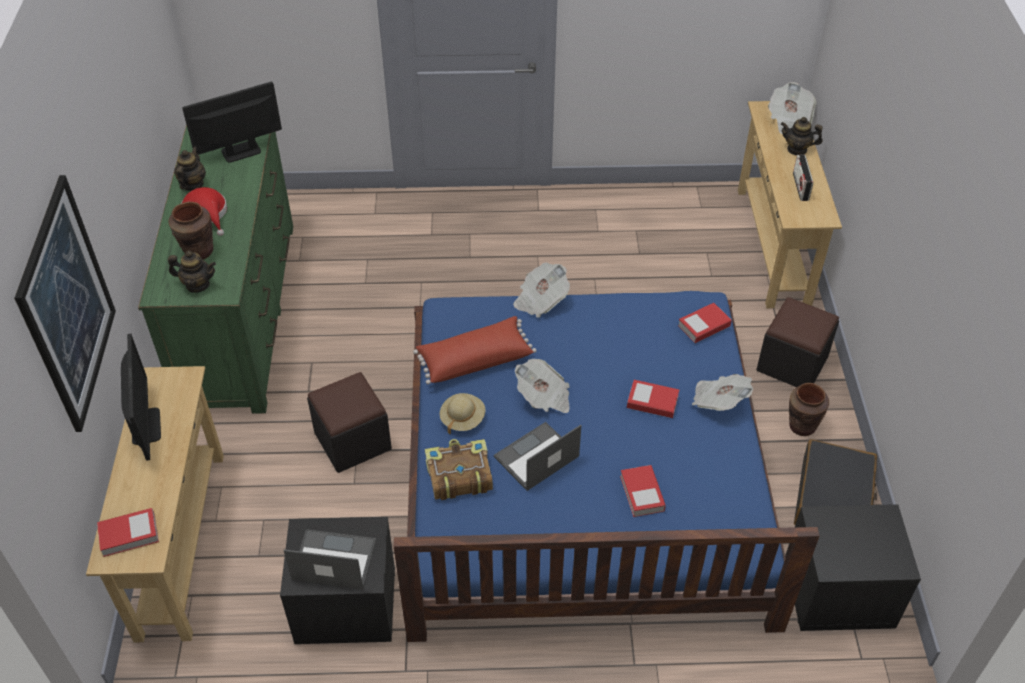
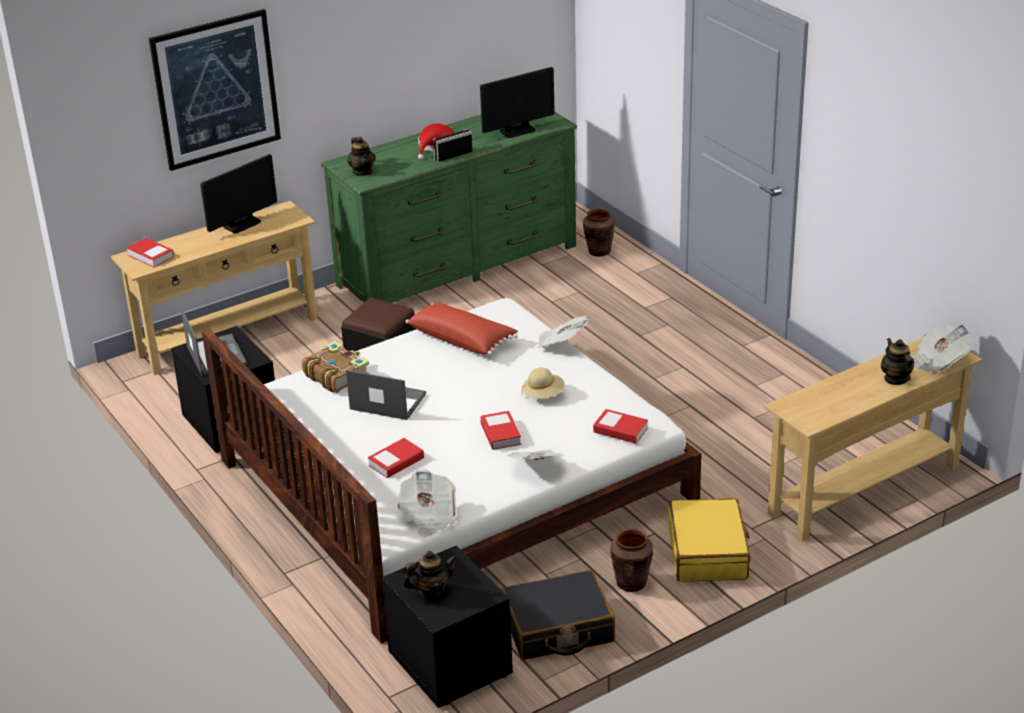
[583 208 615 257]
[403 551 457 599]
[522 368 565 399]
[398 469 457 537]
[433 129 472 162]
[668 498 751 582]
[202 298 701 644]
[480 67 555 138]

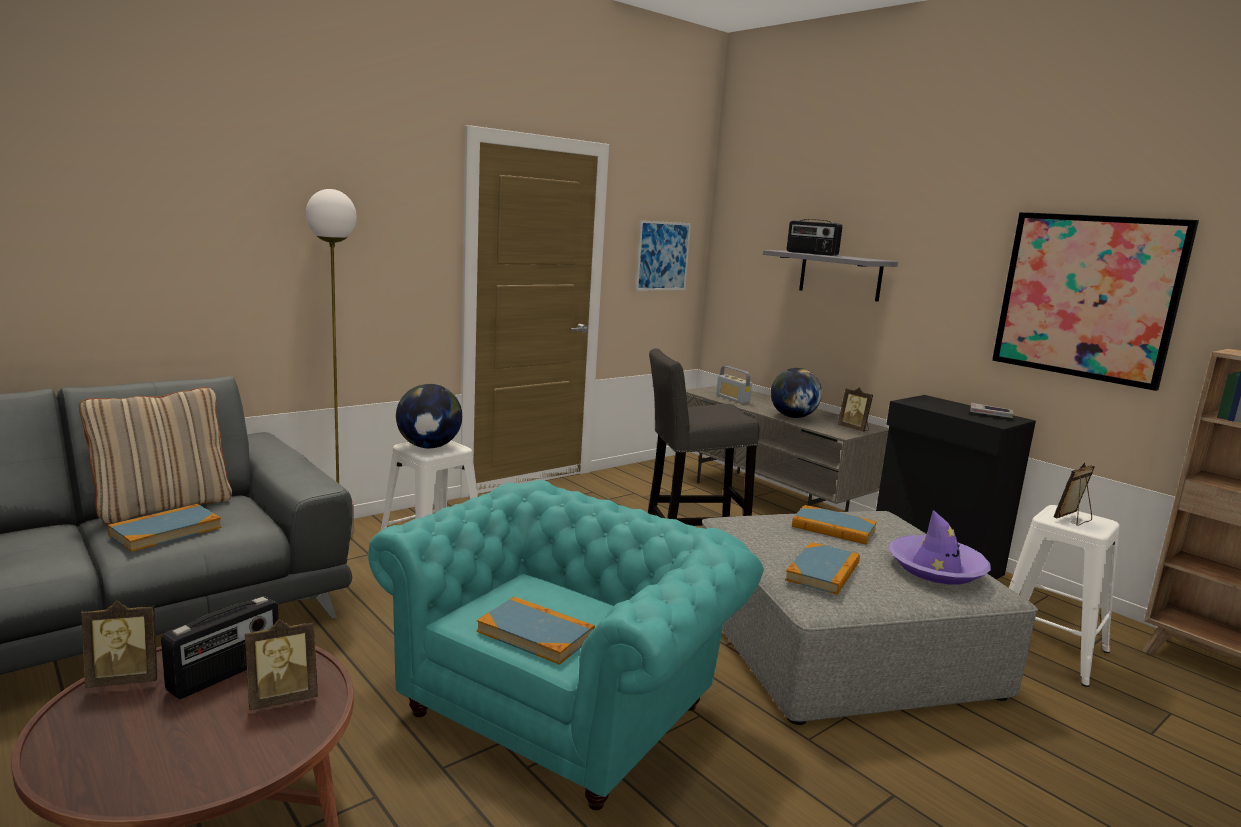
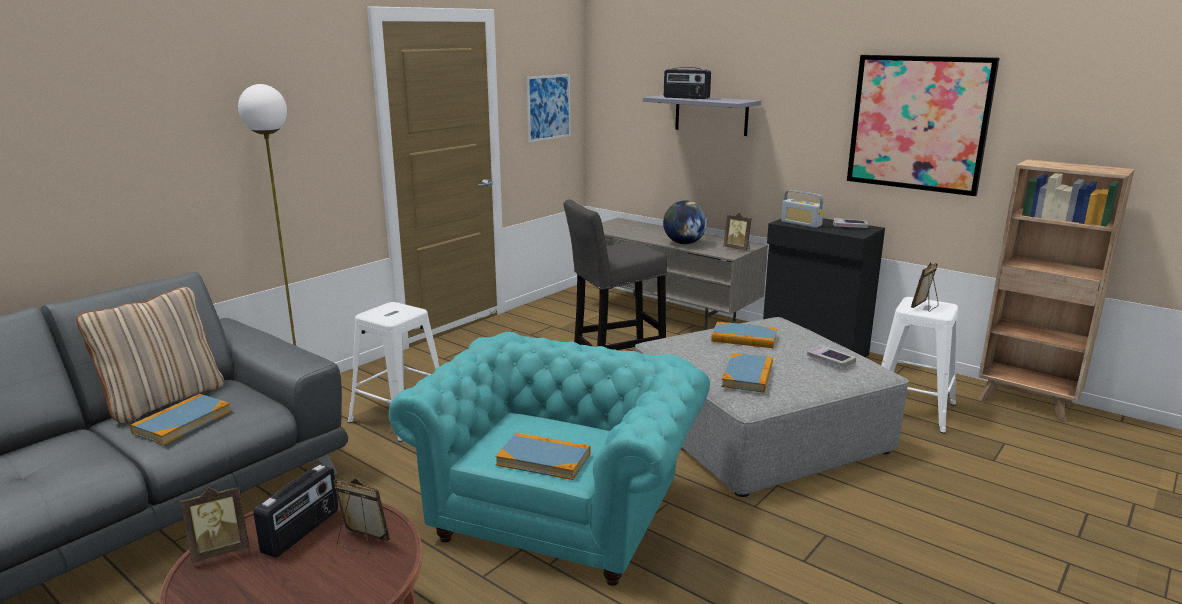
[396 384 462 448] (first image)
[781 190 824 228]
[807 345 856 368]
[333 478 390 554]

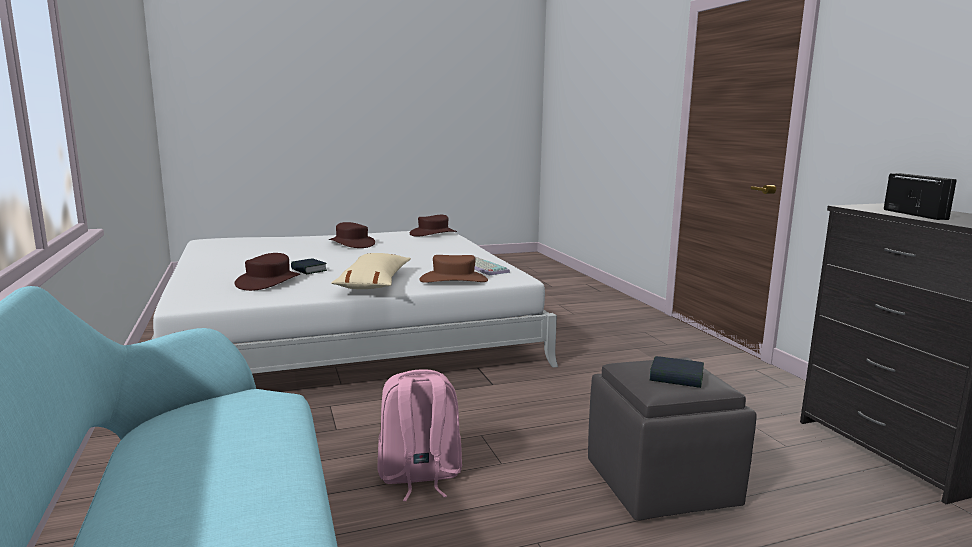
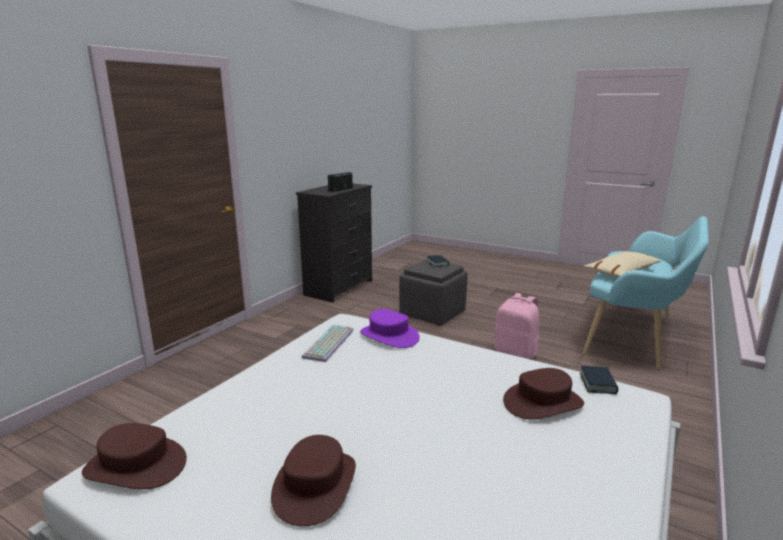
[580 366 618 394]
[584 251 661 278]
[360 309 420 348]

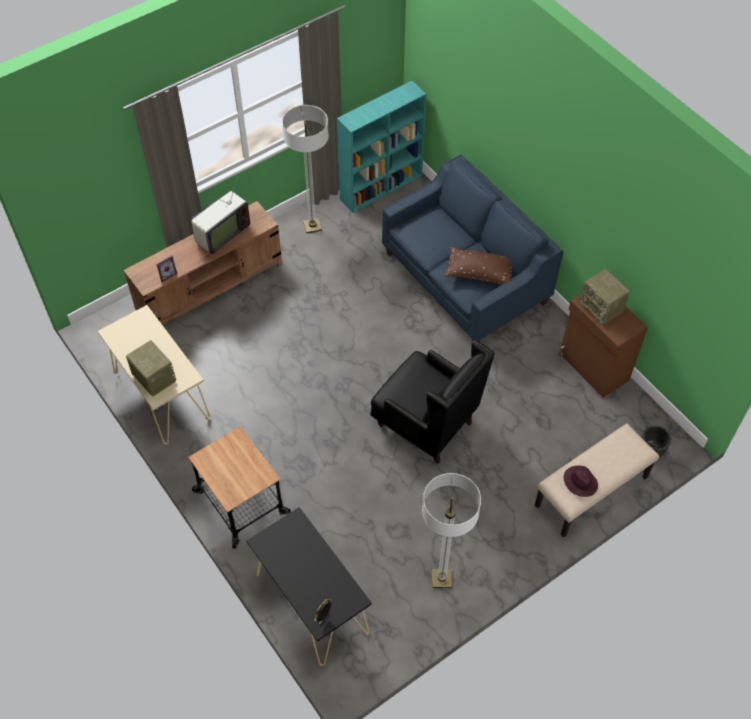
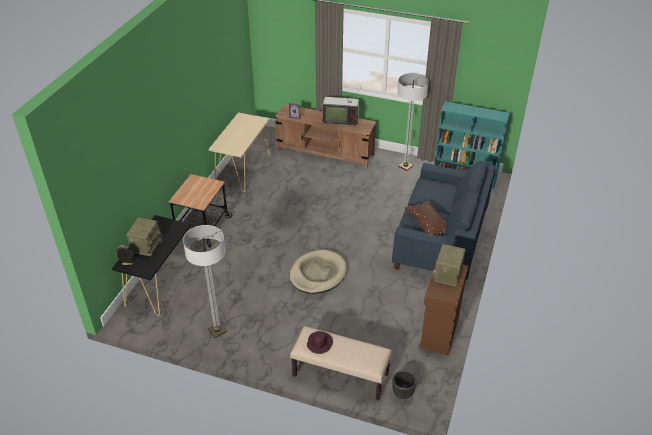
[127 218 163 256]
[290 250 347 294]

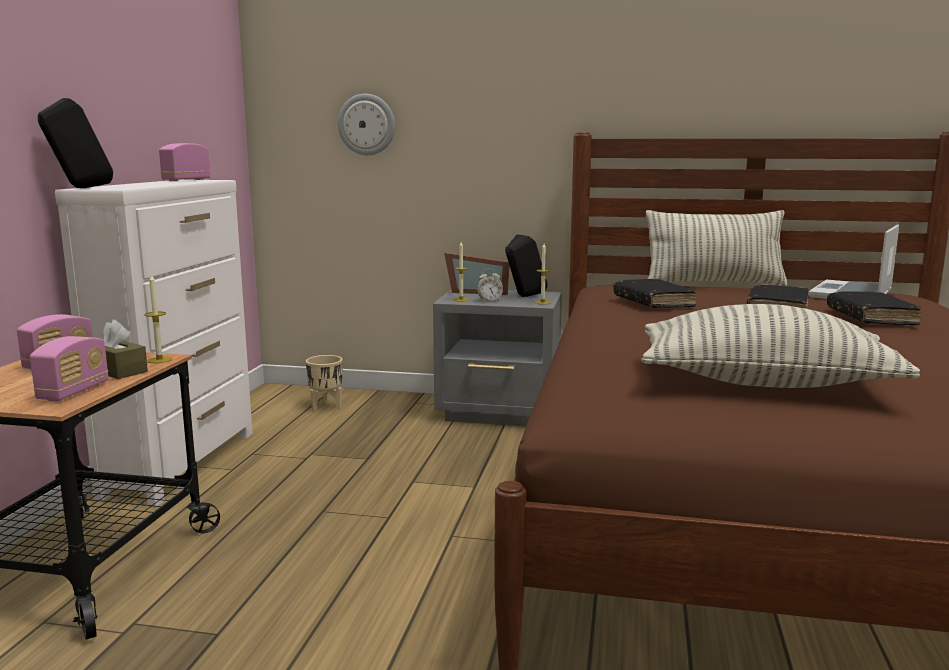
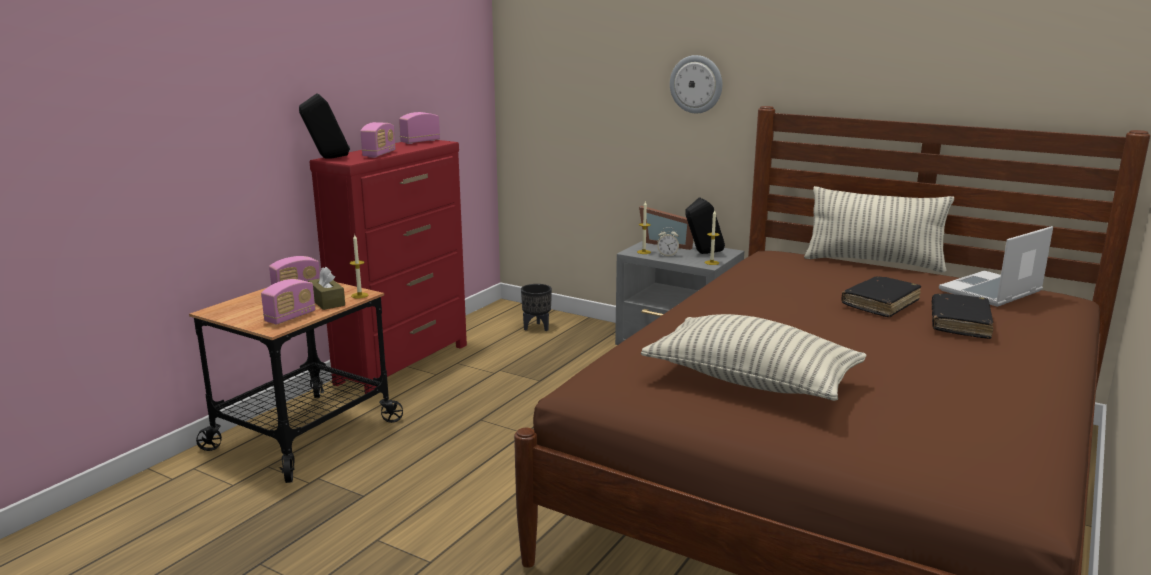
[613 278 696 308] (first image)
[360 122 395 158]
[670 55 722 113]
[310 140 467 394]
[521 284 552 331]

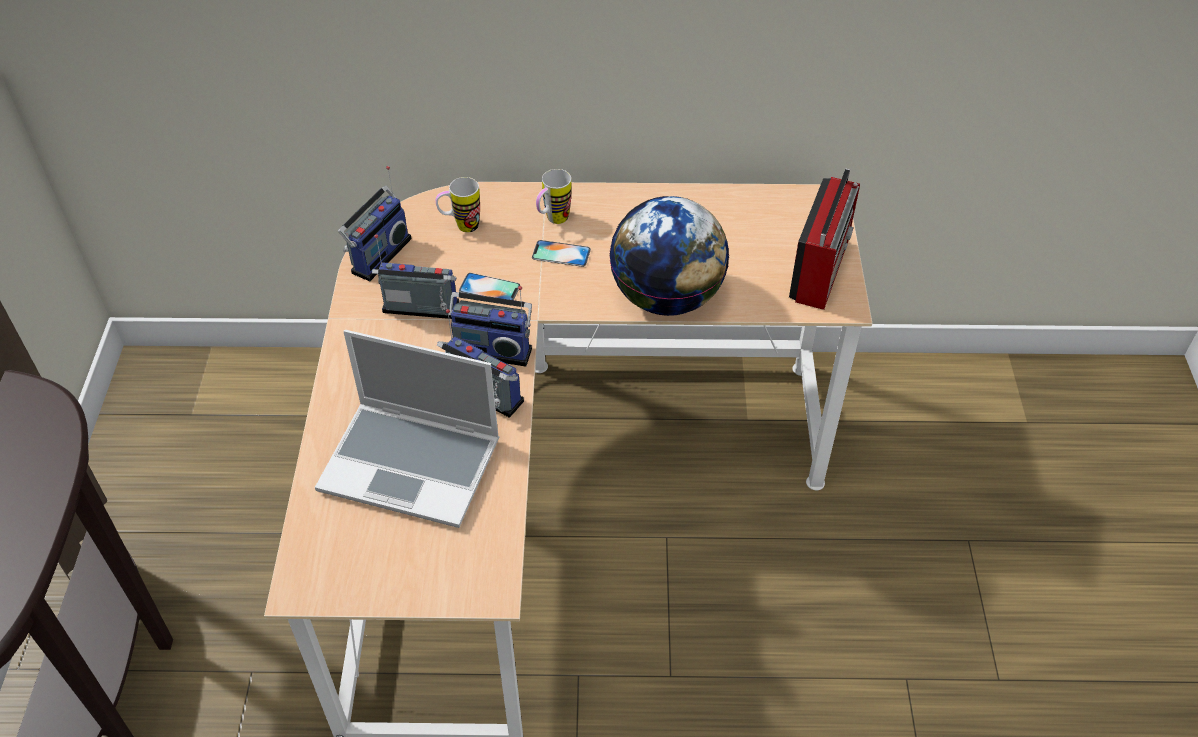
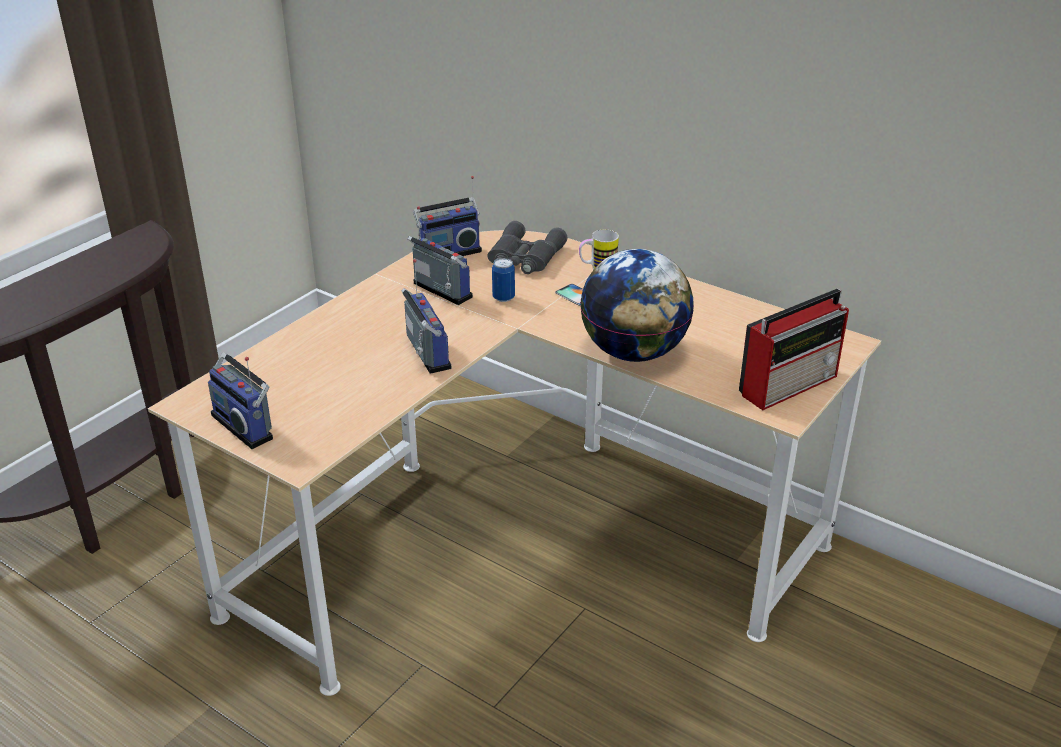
[315 330 499 528] (first image)
[208 352 273 449]
[488 221 567 274]
[492 258 515 302]

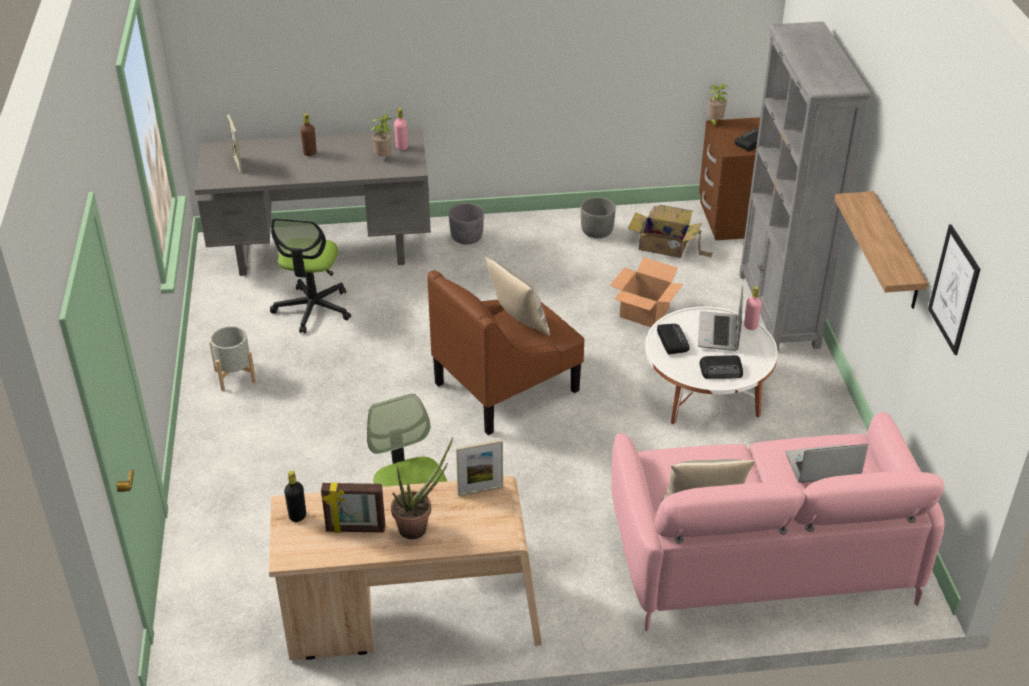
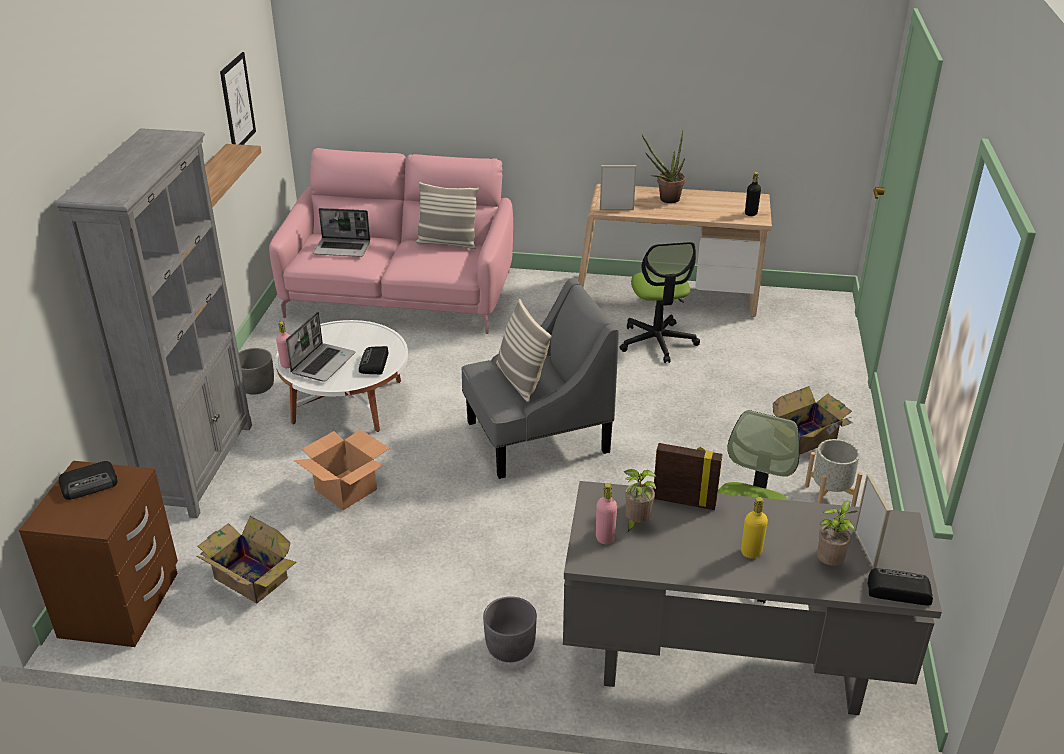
[773 386 853 455]
[653 443 723 510]
[238 348 274 395]
[867 568 933 605]
[817 501 857 566]
[741 497 768 558]
[461 278 619 479]

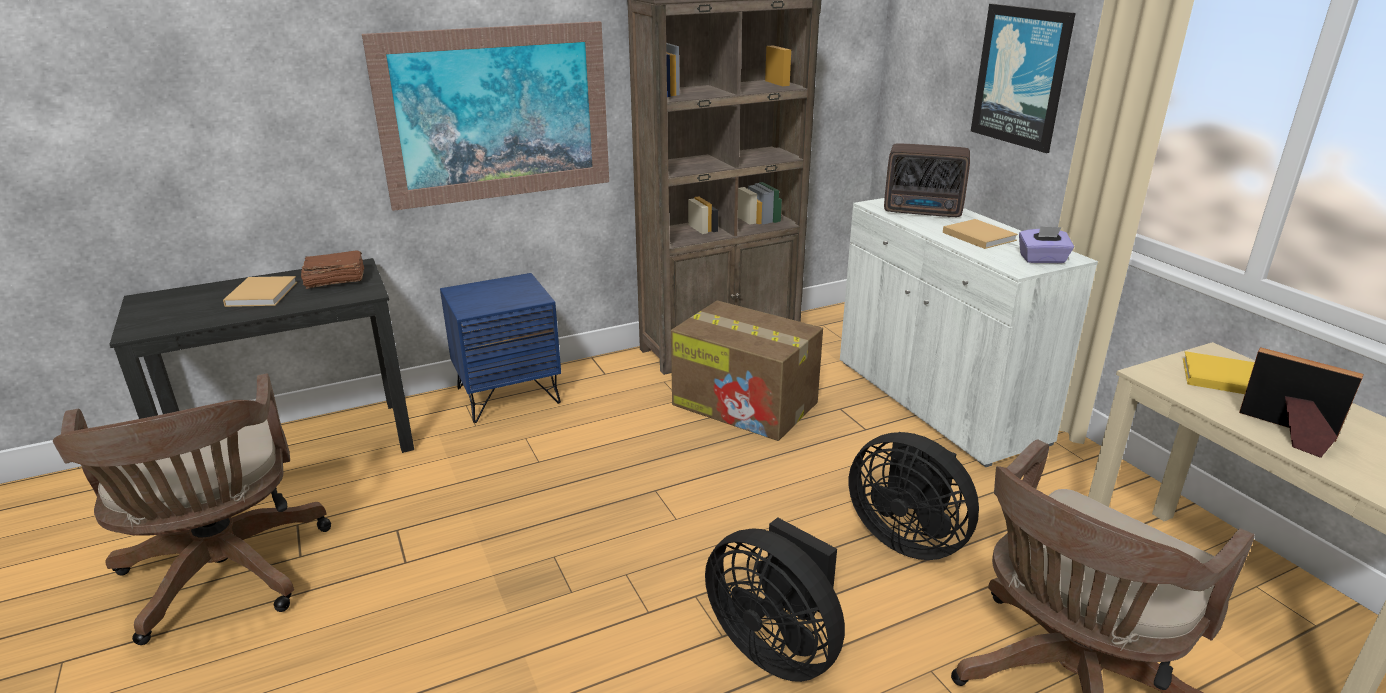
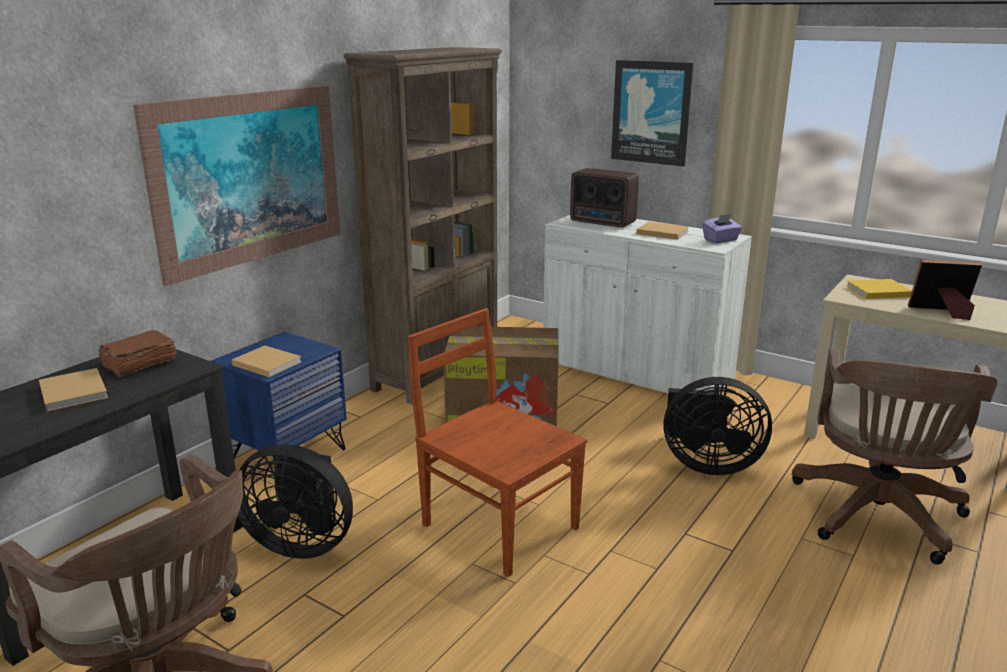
[232 346 302 377]
[408 308 587 577]
[237 444 353 559]
[570 168 639 228]

